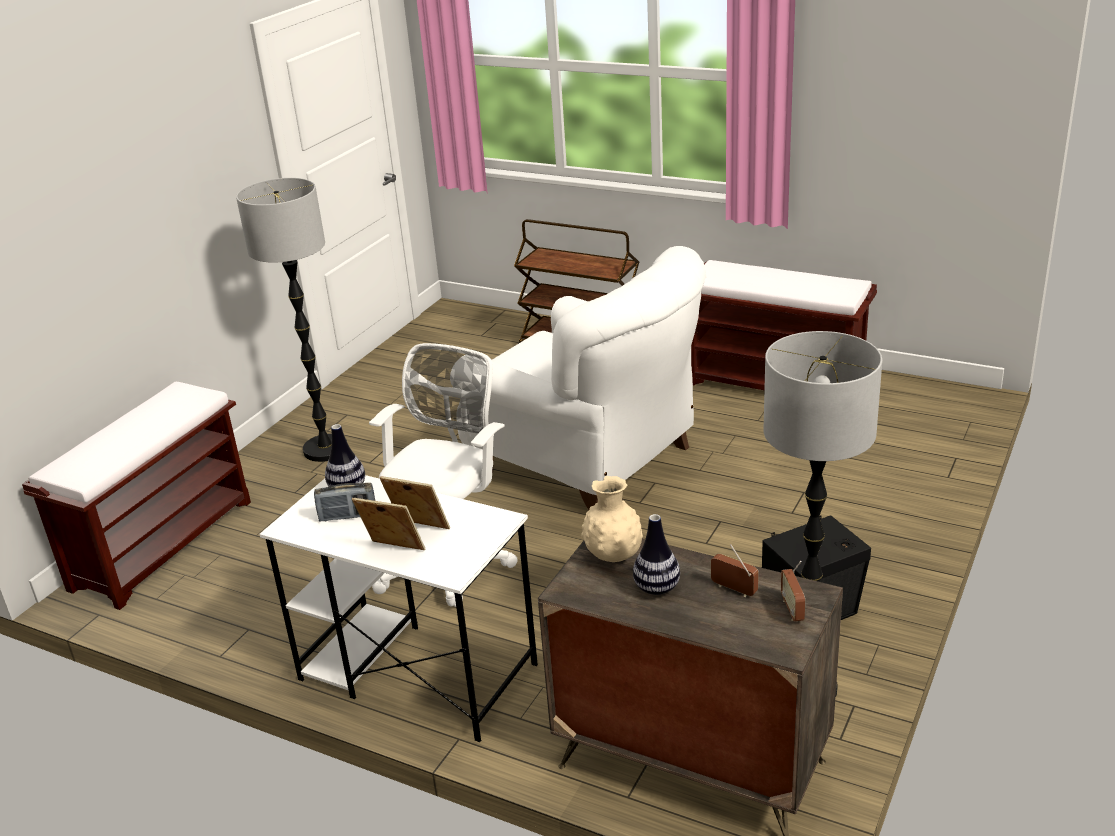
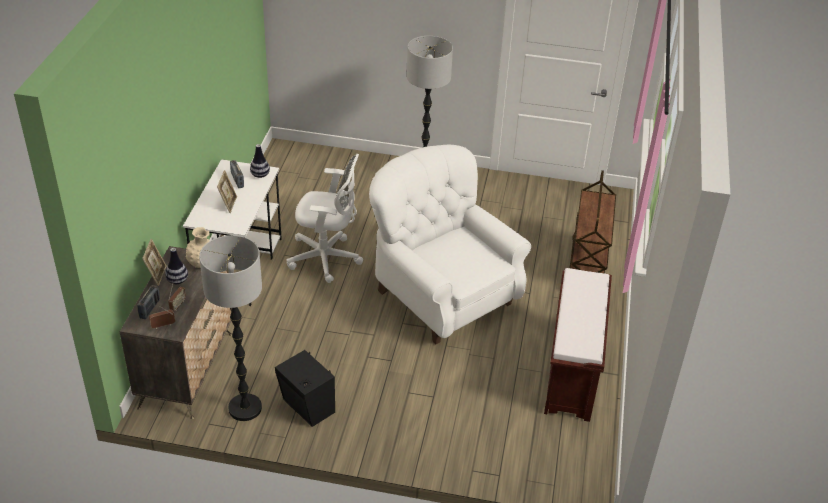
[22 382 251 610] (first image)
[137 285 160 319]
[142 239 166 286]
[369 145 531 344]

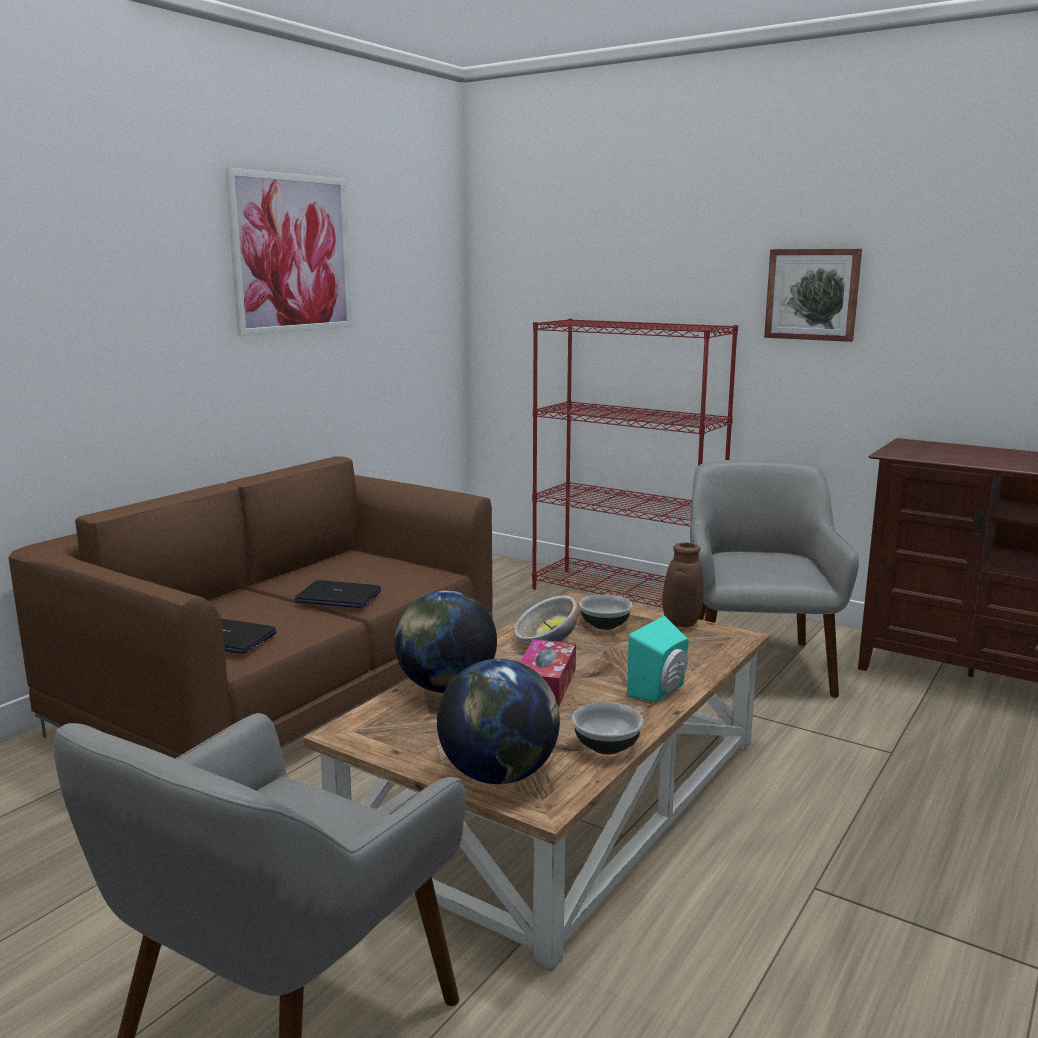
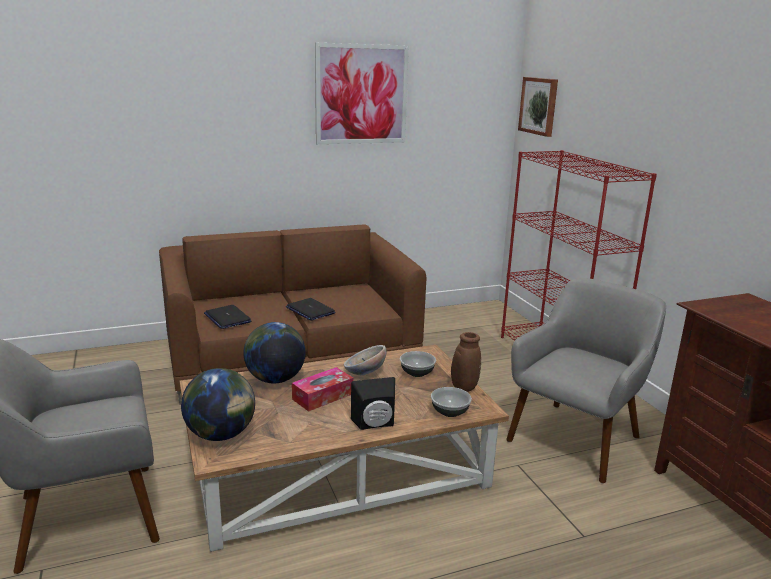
[431 387 472 417]
[518 77 558 137]
[351 377 395 430]

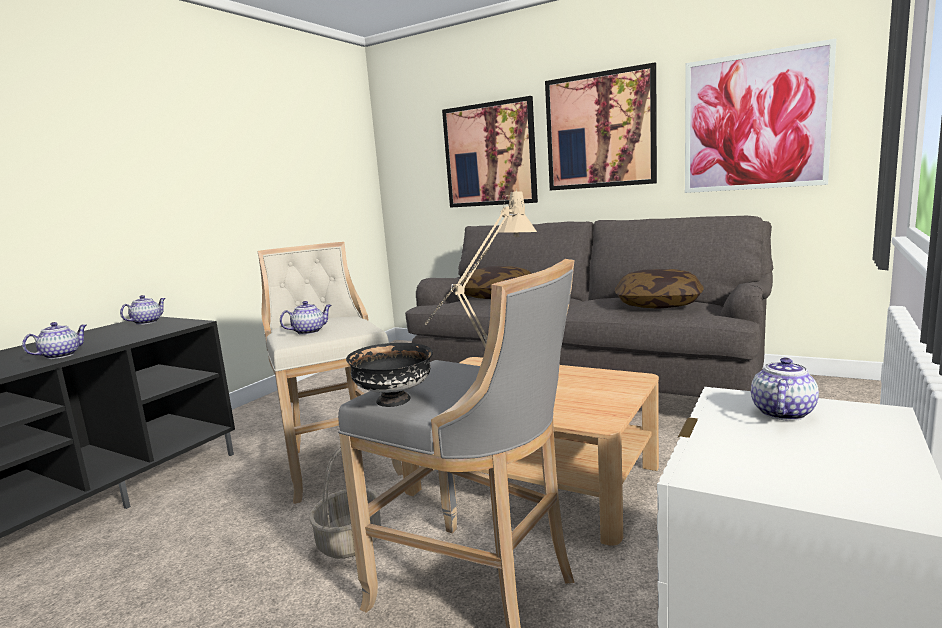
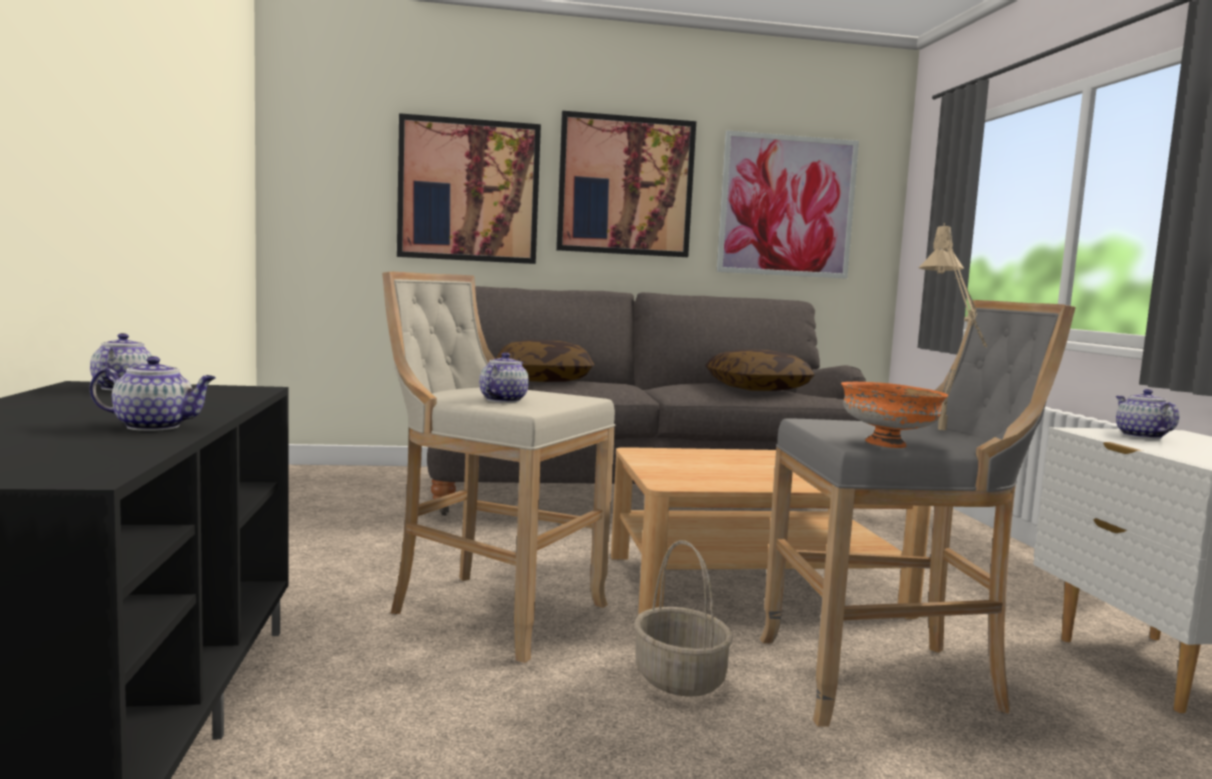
[841 382 948 448]
[90 356 216 431]

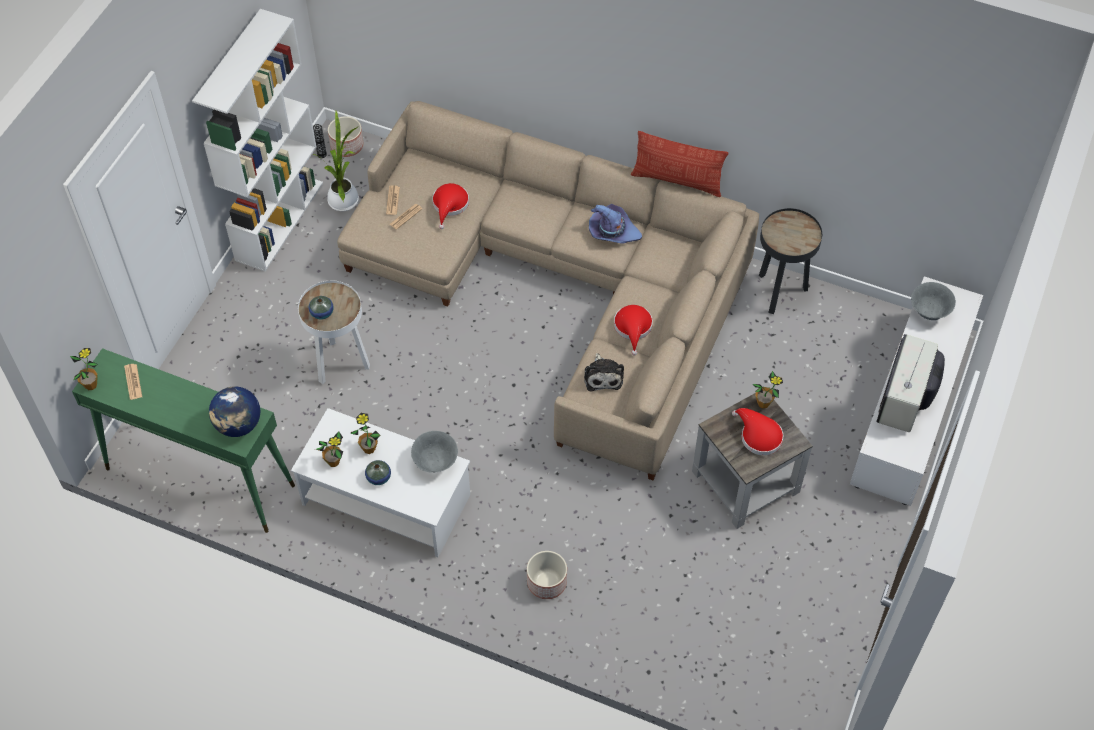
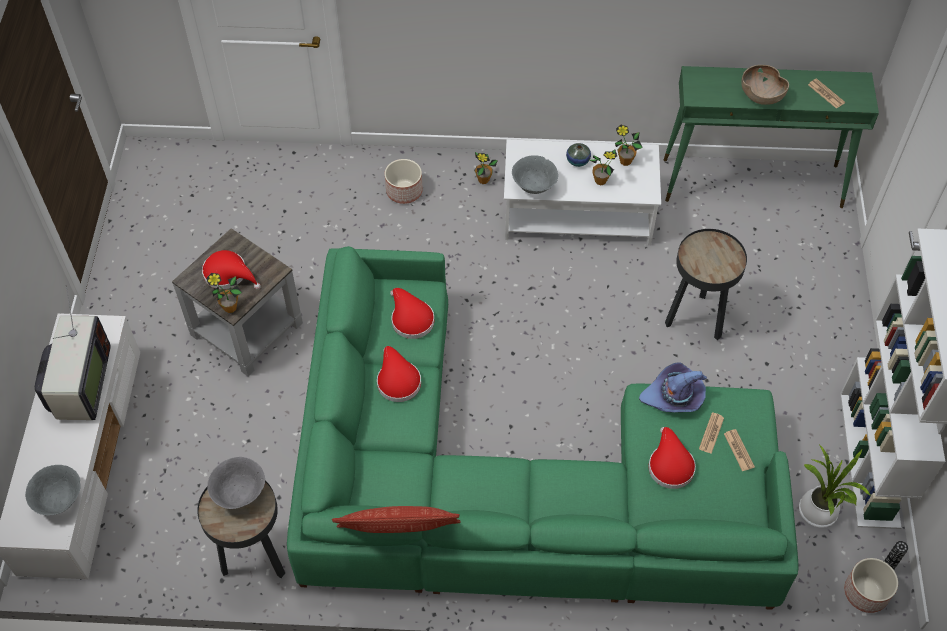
[209 386 260 437] (first image)
[309 296 334 320] (first image)
[207 457 265 509]
[741 65 789 105]
[474 152 498 184]
[639 362 707 412]
[390 288 434 339]
[665 229 747 340]
[287 246 798 610]

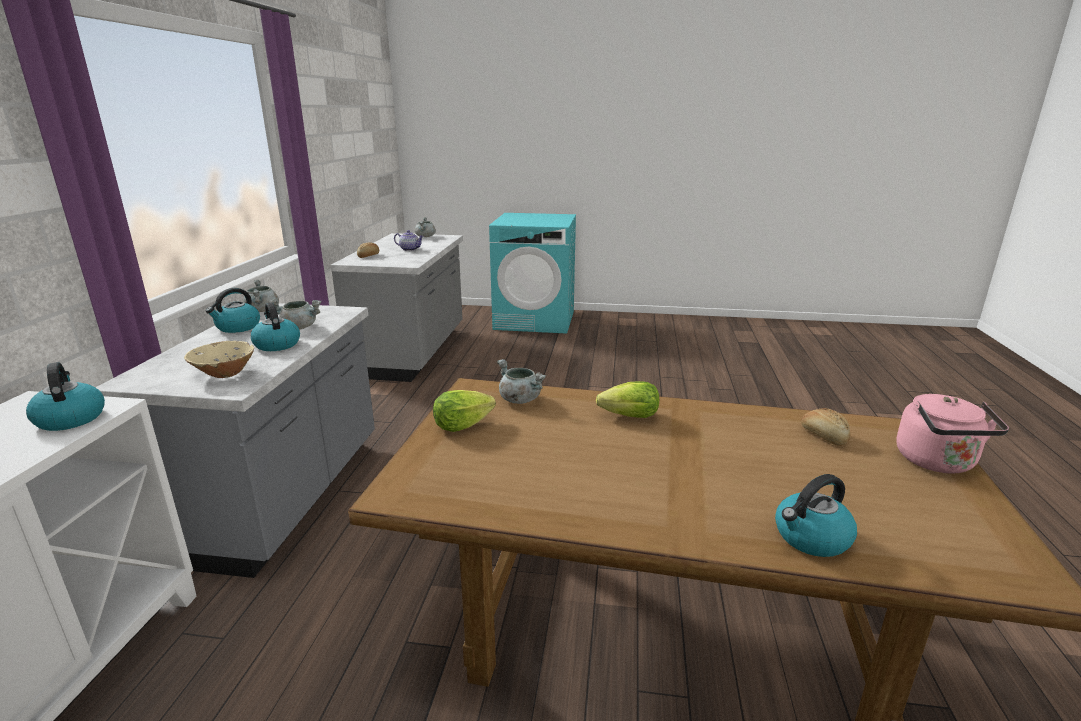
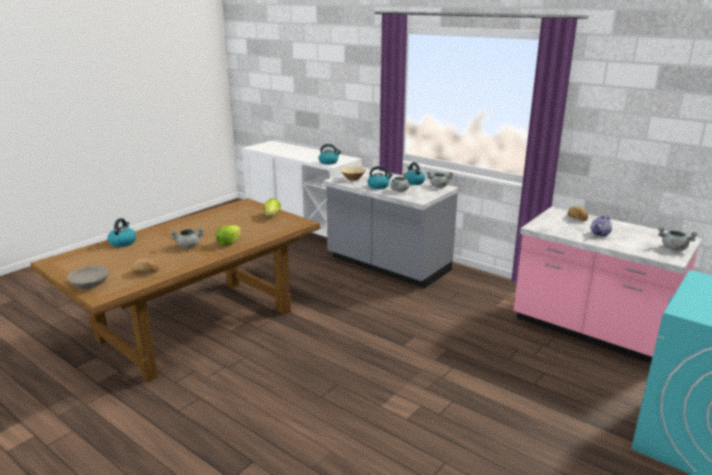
[170 227 204 249]
[67 266 109 289]
[513 207 702 363]

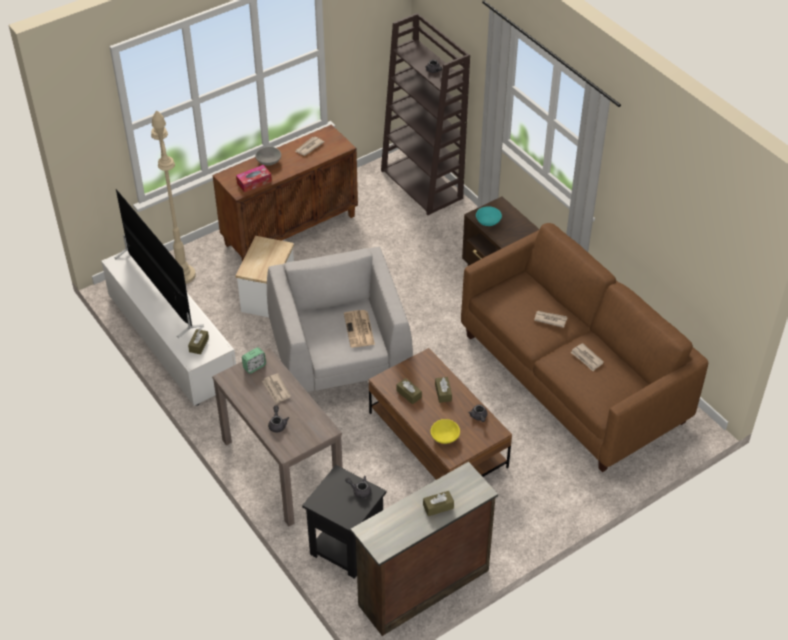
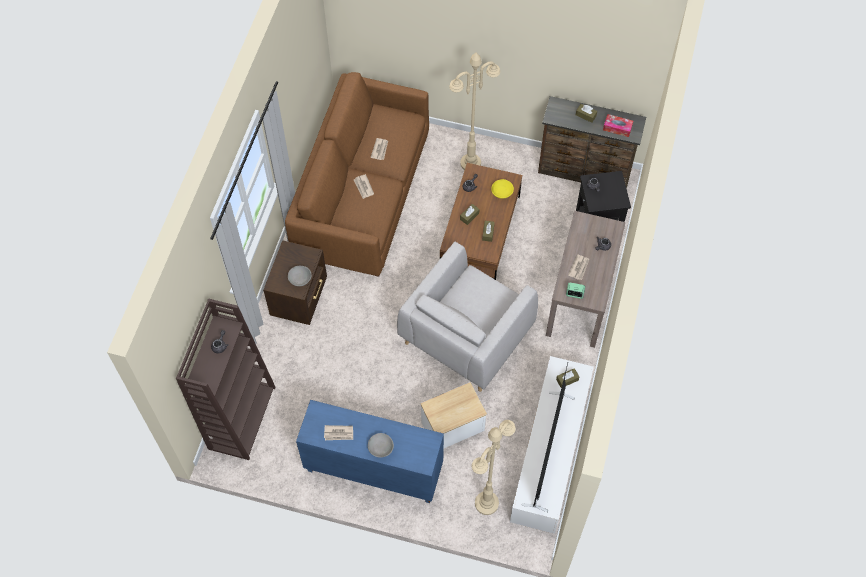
[344 310 375 347] (first image)
[449 53 500 170]
[603 114 633 137]
[296 400 444 503]
[288 266 312 286]

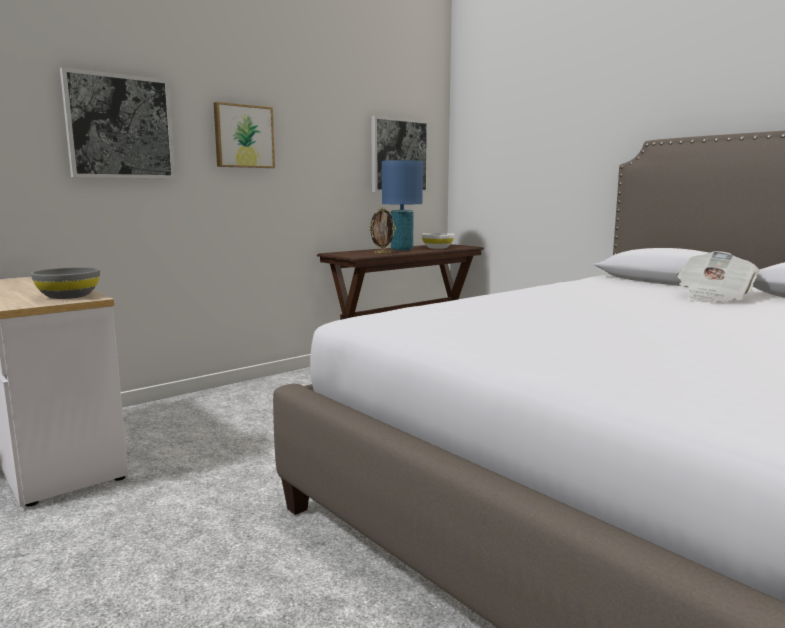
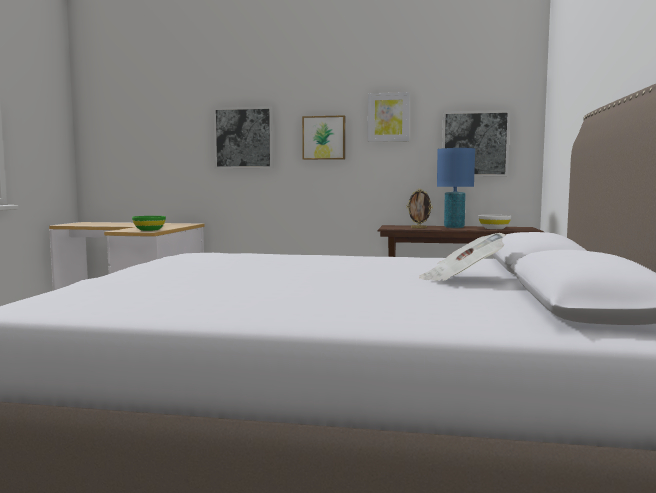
[368 92 410 142]
[132 216 166 231]

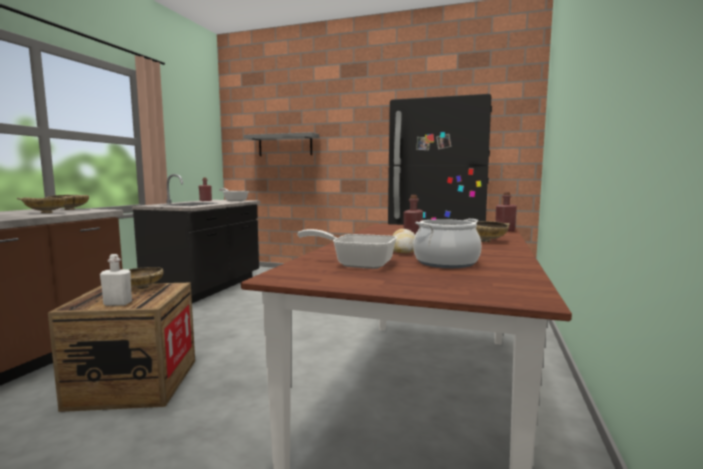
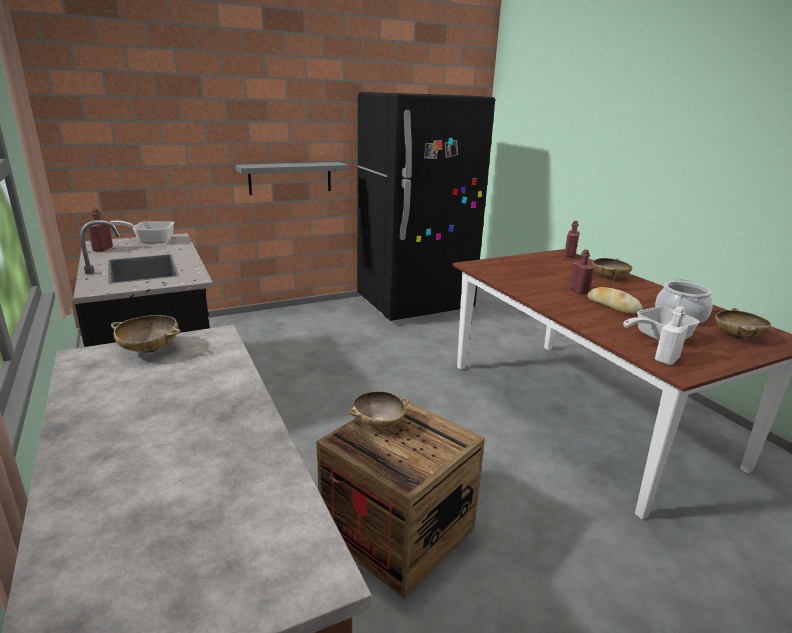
[715 308 771 339]
[655 306 688 365]
[236 162 349 195]

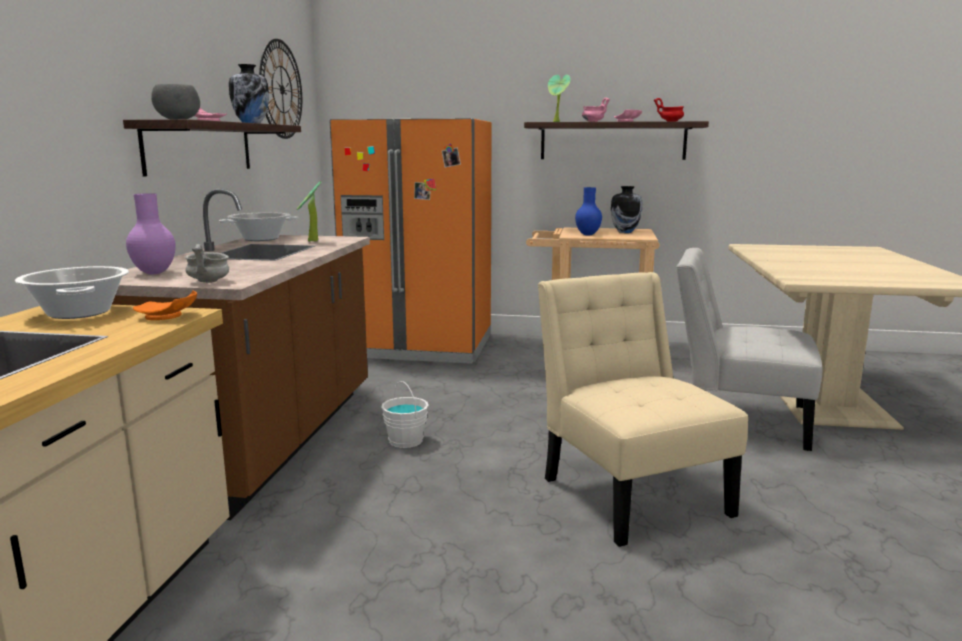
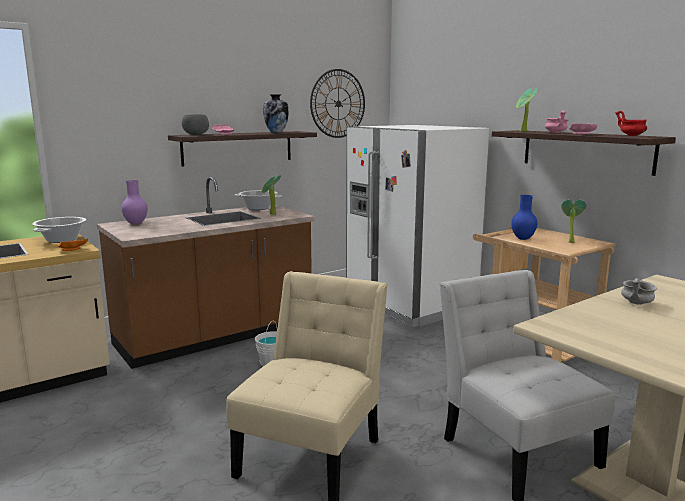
[621 278 657 305]
[561 199 586 243]
[346 125 489 327]

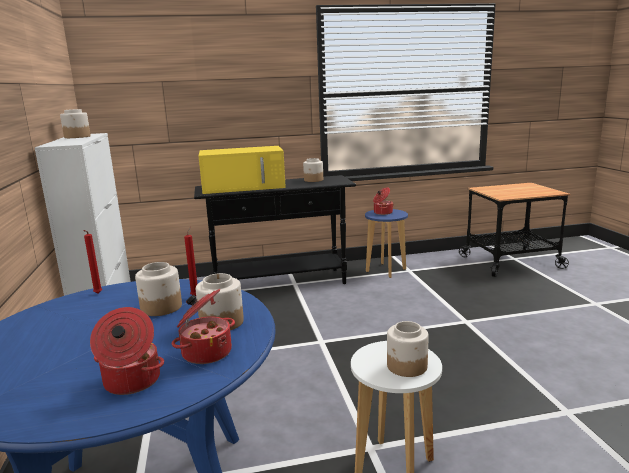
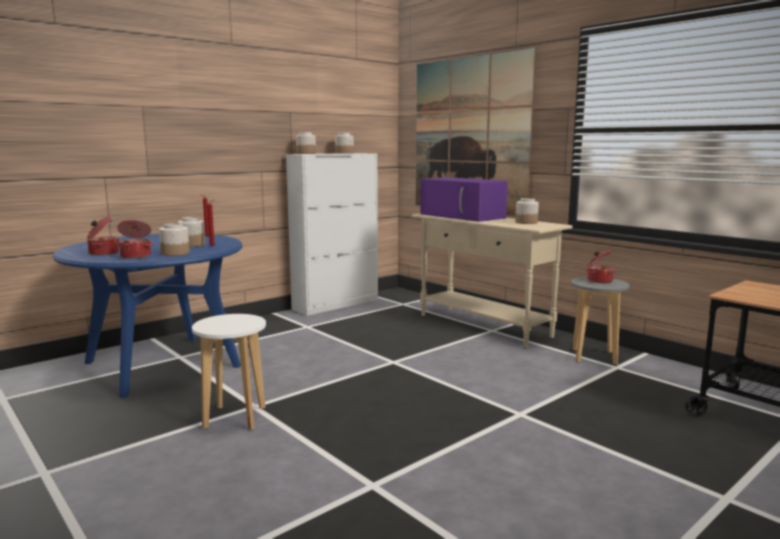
[416 48 536 216]
[296 132 316 154]
[412 213 573 348]
[421 177 508 222]
[571 277 630 365]

